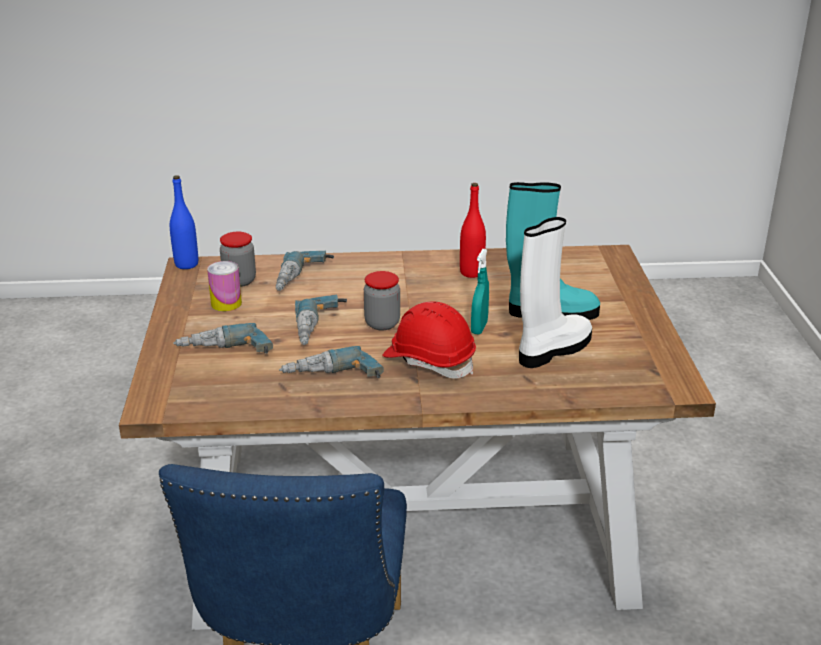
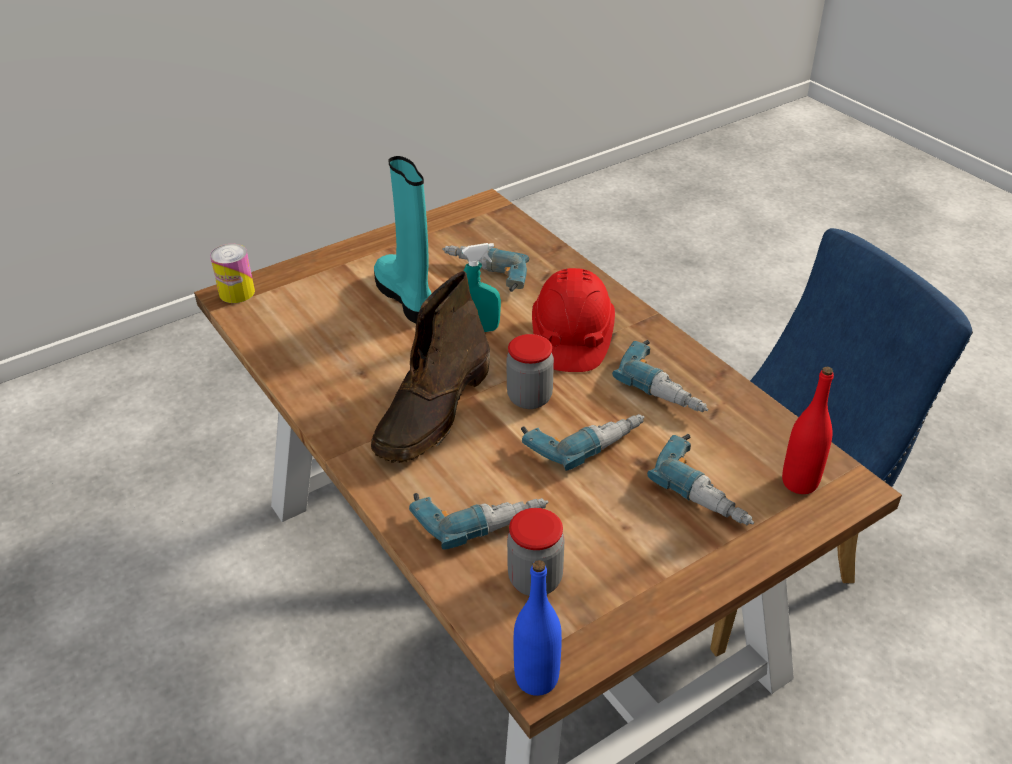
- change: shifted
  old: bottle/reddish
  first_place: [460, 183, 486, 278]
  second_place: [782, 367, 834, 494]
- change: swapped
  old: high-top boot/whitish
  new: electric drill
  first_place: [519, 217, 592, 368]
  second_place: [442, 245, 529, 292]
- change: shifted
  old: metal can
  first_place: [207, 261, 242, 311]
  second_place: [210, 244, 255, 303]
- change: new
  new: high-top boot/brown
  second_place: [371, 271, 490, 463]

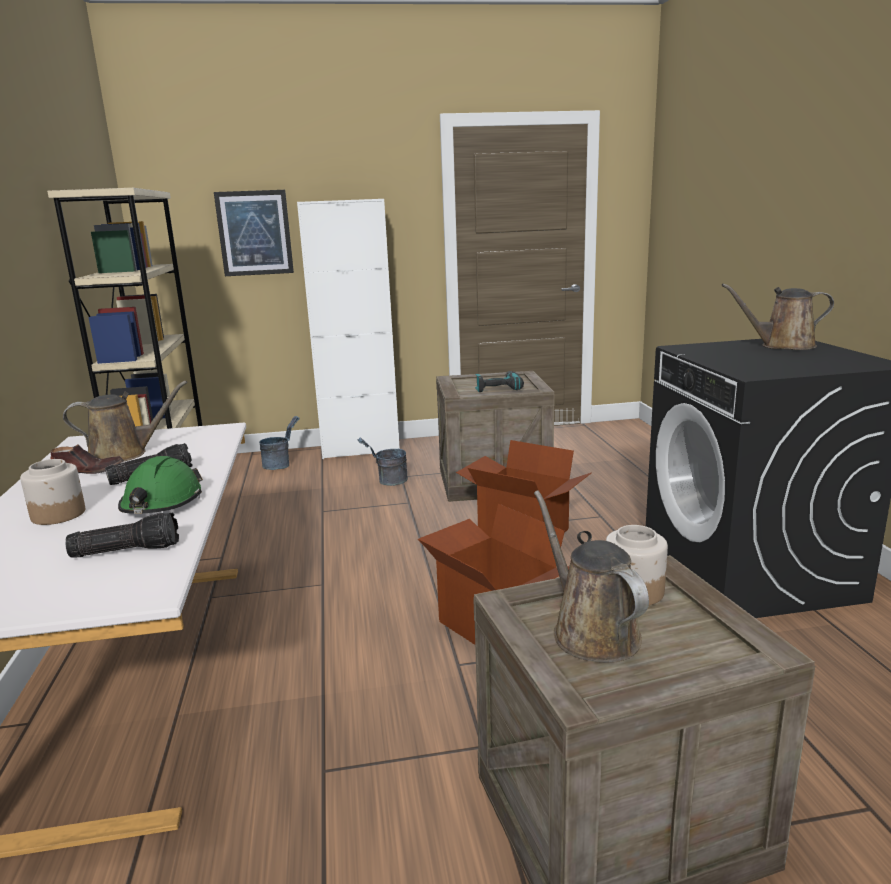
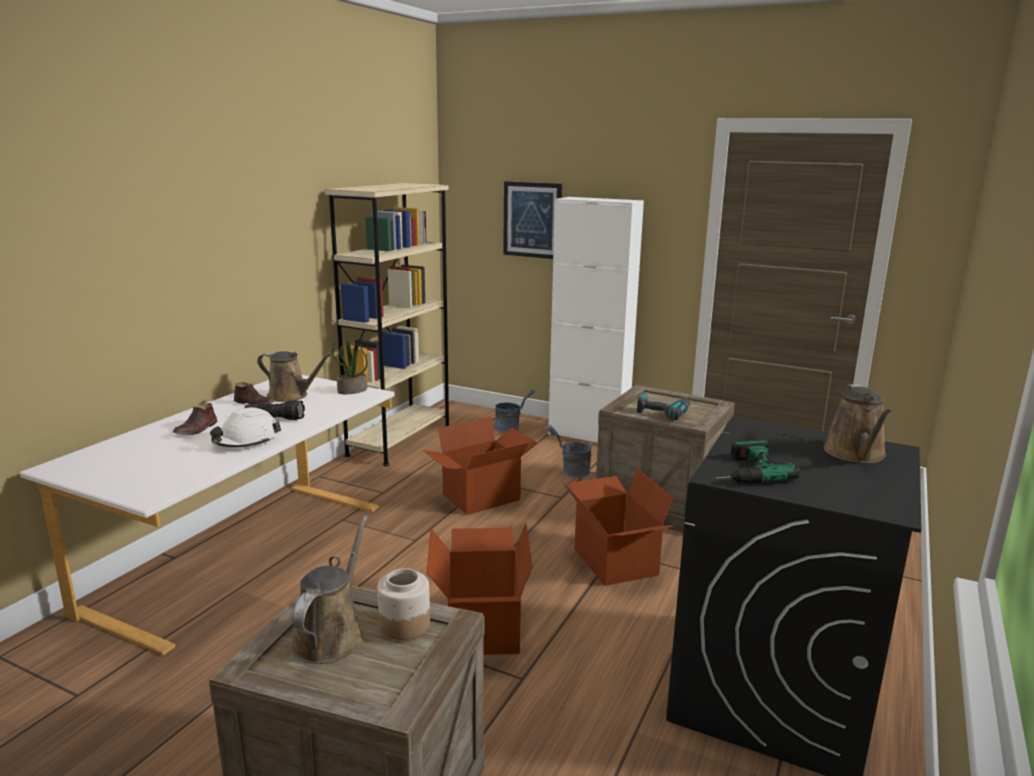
- change: rotated
  old: watering can/brown
  first_place: [721, 284, 834, 350]
  second_place: [824, 384, 891, 463]
  degrees: -120
- change: repainted
  old: work helmet/greenish
  new: work helmet/whitish
  first_place: [118, 456, 203, 514]
  second_place: [210, 408, 281, 447]
- change: swapped
  old: storage jar
  new: low shoe/brown
  first_place: [20, 459, 85, 525]
  second_place: [173, 403, 218, 435]
- change: gone
  old: torch
  first_place: [65, 513, 179, 558]
- change: new
  new: potted plant
  second_place: [332, 337, 368, 394]
- change: new
  new: packing box
  second_place: [423, 417, 537, 515]
- change: new
  new: electric drill
  second_place: [716, 440, 800, 483]

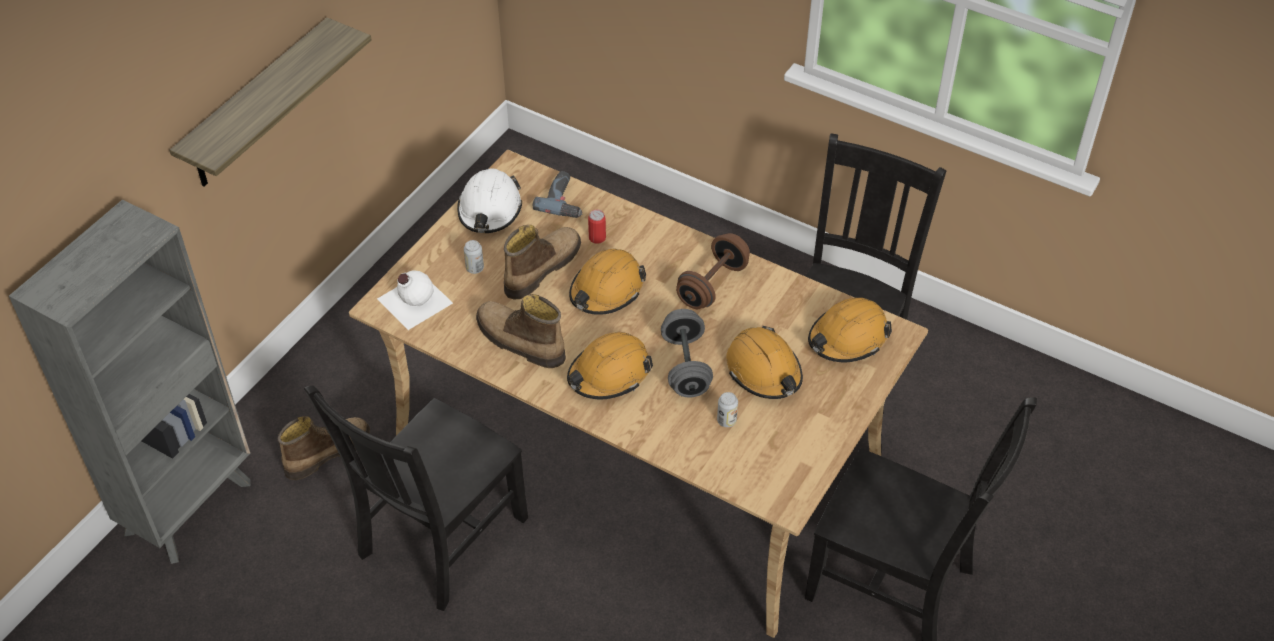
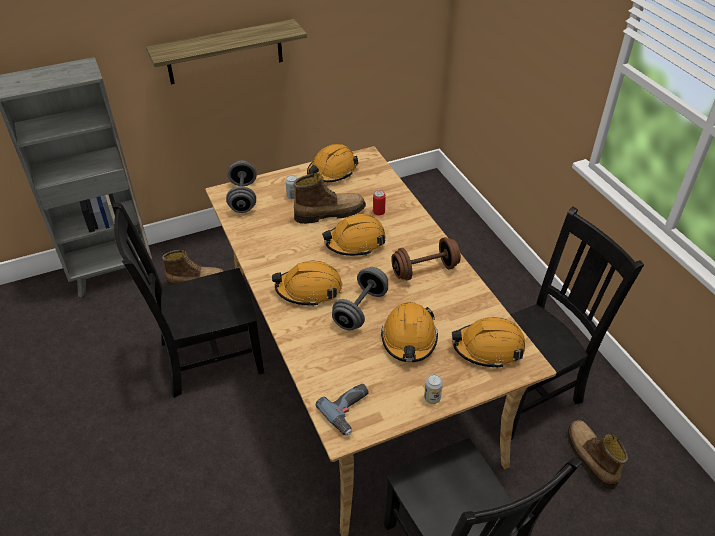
- change: repainted
  old: work helmet/whitish
  new: work helmet/orangey
  first_place: [457, 168, 522, 233]
  second_place: [307, 144, 359, 182]
- change: shifted
  old: electric drill
  first_place: [533, 171, 583, 218]
  second_place: [316, 384, 369, 436]
- change: swapped
  old: bottle/whitish
  new: free weight/gray
  first_place: [377, 270, 453, 330]
  second_place: [226, 160, 256, 213]
- change: shifted
  old: high-top boot
  first_place: [476, 294, 566, 368]
  second_place: [568, 420, 628, 489]
- change: shifted
  old: metal can
  first_place: [717, 392, 738, 427]
  second_place: [424, 374, 443, 404]

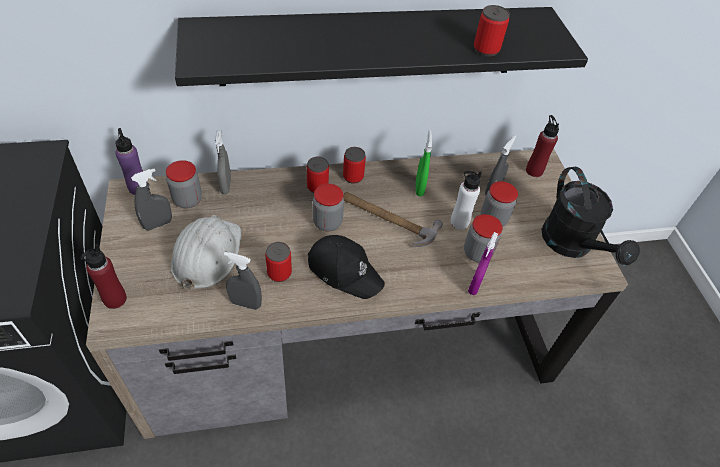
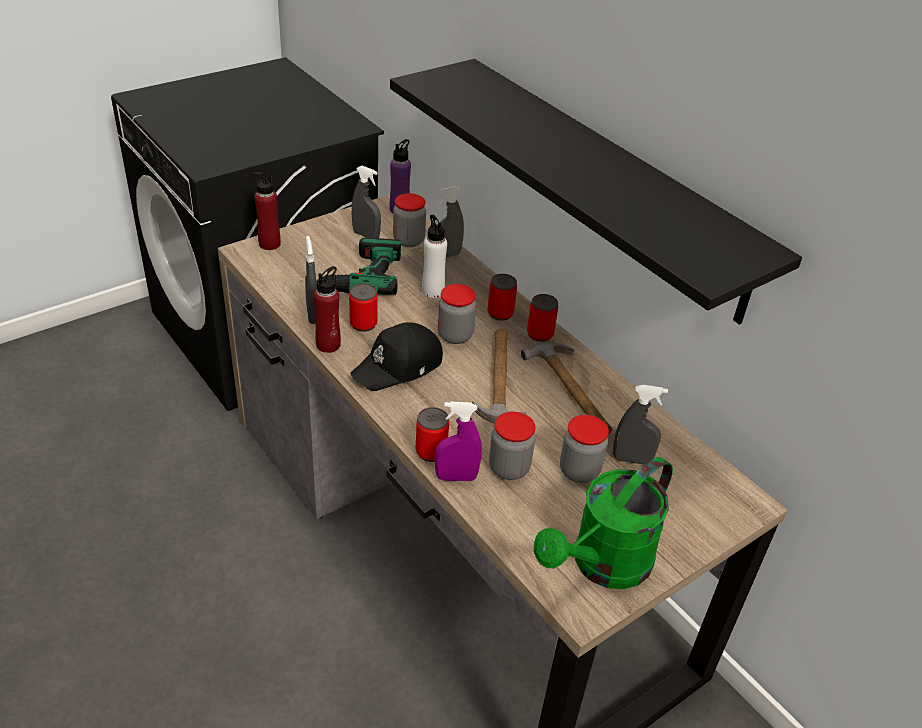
- change: shifted
  old: metal can
  first_place: [474, 5, 510, 56]
  second_place: [416, 407, 449, 462]
- change: shifted
  old: bottle/reddish
  first_place: [526, 115, 559, 177]
  second_place: [314, 266, 341, 353]
- change: swapped
  old: sprayer/greenish
  new: hand hammer
  first_place: [416, 130, 432, 196]
  second_place: [521, 342, 612, 434]
- change: repainted
  old: watering can/black
  new: watering can/greenish
  first_place: [542, 167, 640, 265]
  second_place: [534, 457, 673, 589]
- change: shifted
  old: bottle/whitish
  first_place: [450, 171, 482, 230]
  second_place: [422, 215, 447, 298]
- change: swapped
  old: work helmet/whitish
  new: electric drill
  first_place: [171, 215, 242, 291]
  second_place: [300, 237, 401, 295]
- change: rotated
  old: baseball cap/black
  first_place: [308, 235, 385, 299]
  second_place: [350, 322, 443, 391]
  degrees: 45

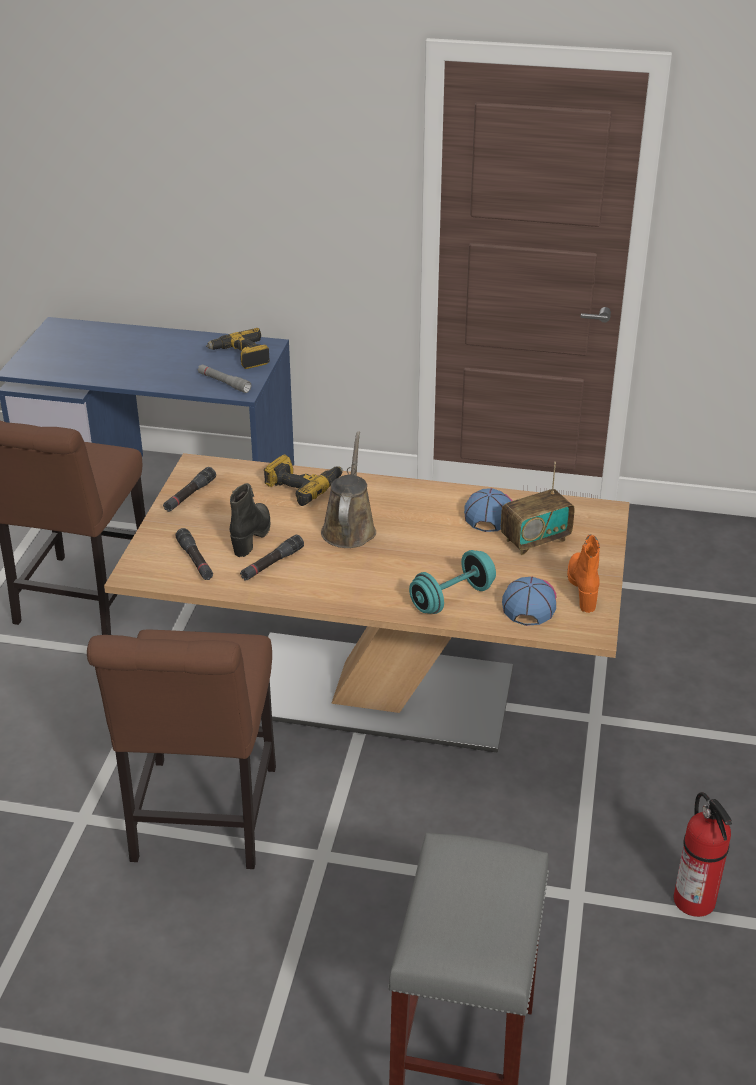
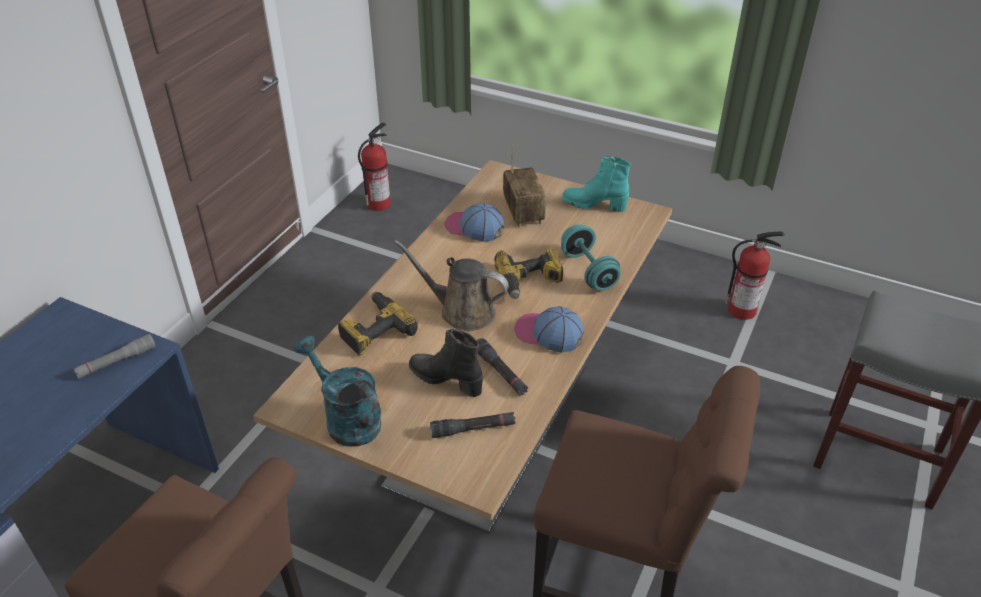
- change: shifted
  old: electric drill
  first_place: [206, 328, 270, 369]
  second_place: [494, 248, 563, 299]
- change: swapped
  old: torch/black
  new: watering can/turquoise-coloured
  first_place: [163, 467, 216, 512]
  second_place: [294, 336, 381, 447]
- change: repainted
  old: high-top boot/orangey
  new: high-top boot/turquoise-coloured
  first_place: [567, 534, 600, 613]
  second_place: [562, 156, 631, 212]
- change: shifted
  old: baseball cap
  first_place: [502, 577, 556, 626]
  second_place: [514, 306, 584, 353]
- change: new
  new: fire extinguisher
  second_place: [358, 123, 391, 211]

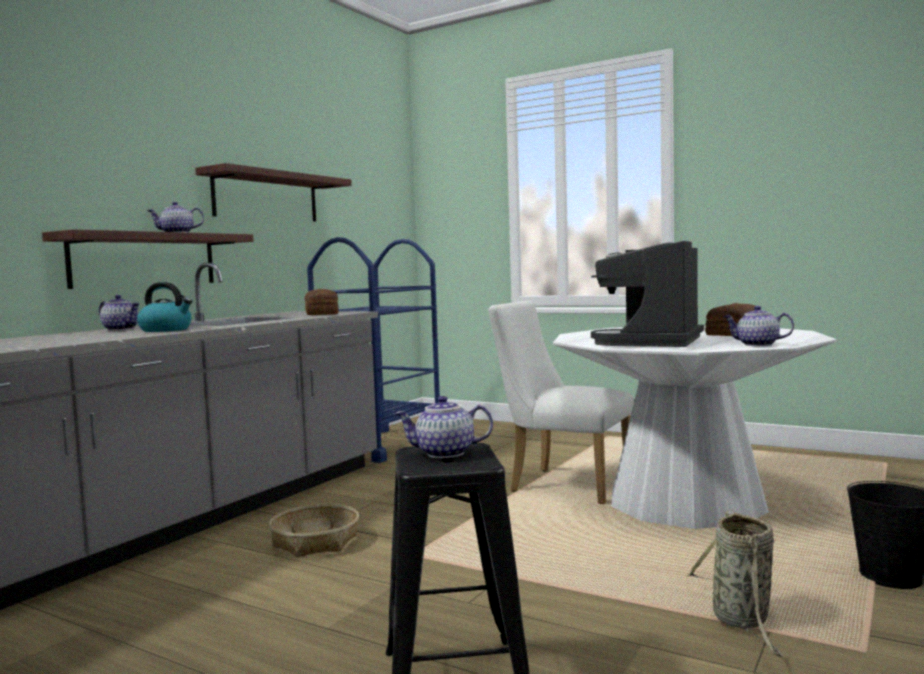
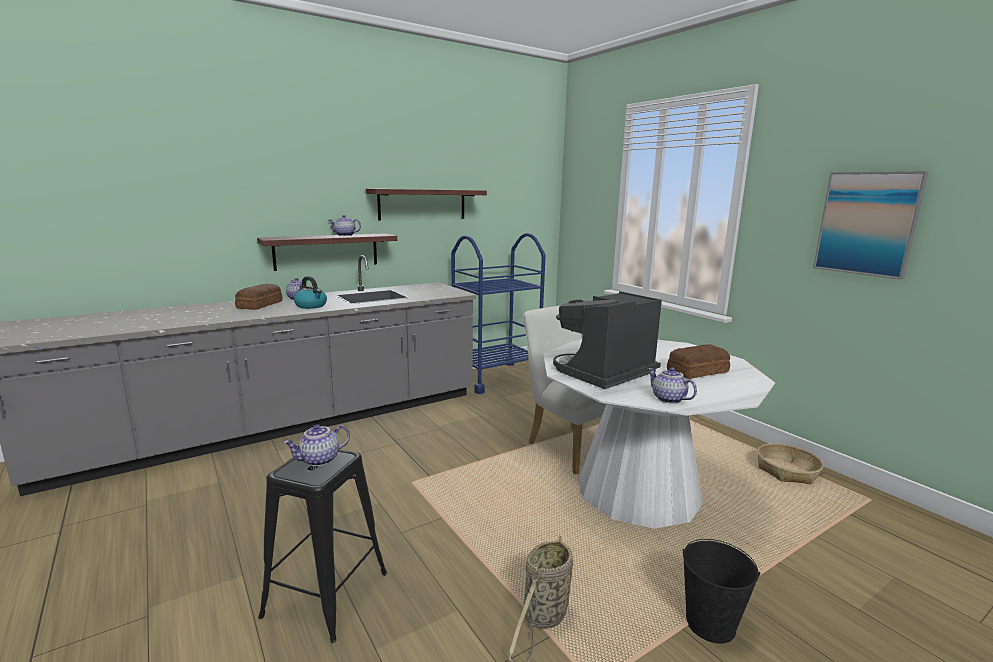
- change: shifted
  old: bakery bread
  first_place: [305, 289, 339, 315]
  second_place: [235, 284, 283, 310]
- change: rotated
  old: teapot
  first_place: [394, 396, 493, 458]
  second_place: [284, 424, 350, 466]
  degrees: -60
- change: shifted
  old: household basket
  first_place: [269, 504, 359, 557]
  second_place: [757, 443, 823, 484]
- change: new
  new: picture
  second_place: [813, 171, 929, 280]

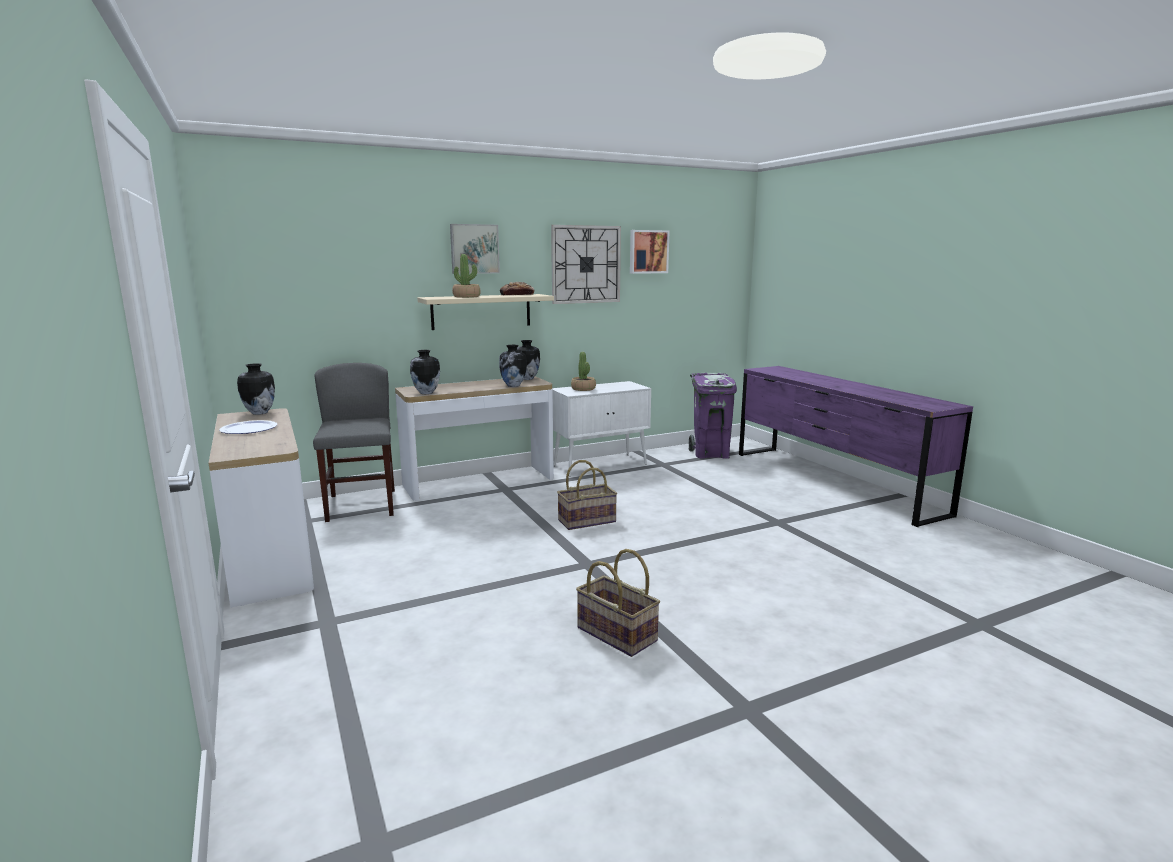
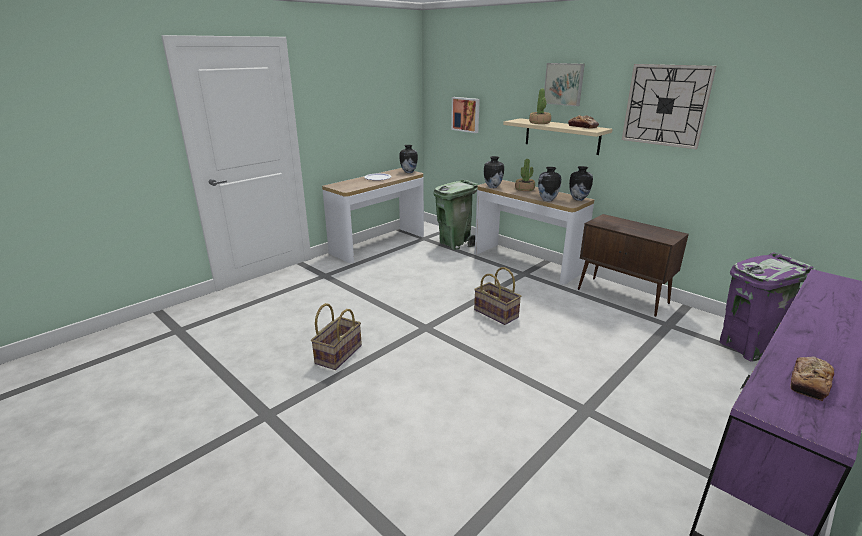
- change: shifted
  old: picture
  first_place: [630, 230, 669, 274]
  second_place: [451, 97, 480, 133]
- change: shifted
  old: potted plant
  first_place: [571, 352, 596, 391]
  second_place: [515, 159, 535, 191]
- change: swapped
  old: upright chair/gray
  new: trash can/greenish
  first_place: [313, 363, 395, 522]
  second_place: [433, 180, 479, 250]
- change: repainted
  old: cabinet/whitish
  new: cabinet/brown
  first_place: [552, 381, 651, 477]
  second_place: [578, 214, 689, 317]
- change: new
  new: bakery bread
  second_place: [790, 357, 834, 401]

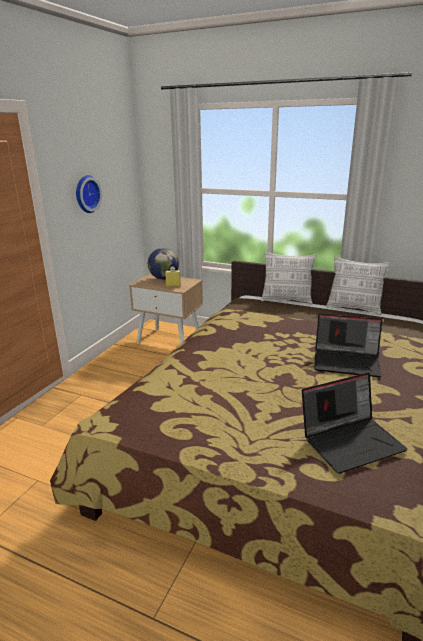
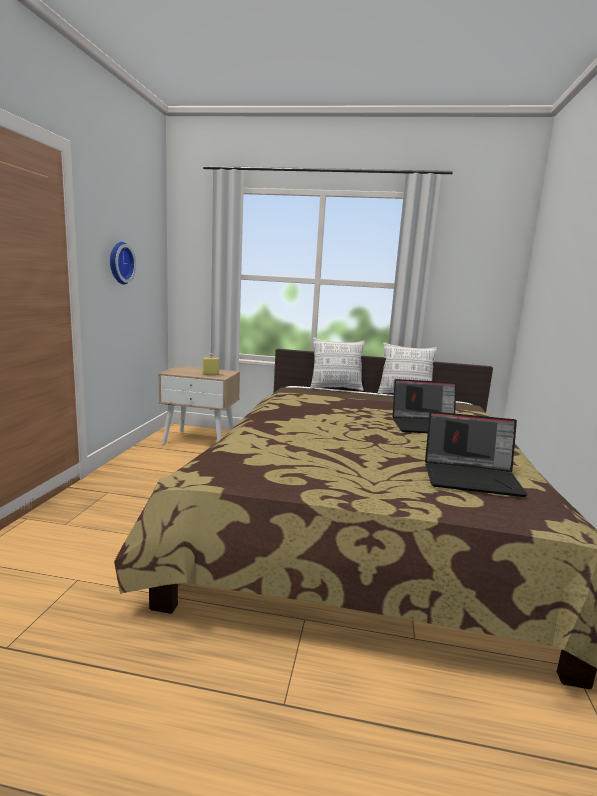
- change: gone
  old: globe
  first_place: [148, 248, 179, 280]
- change: rotated
  old: portable computer
  first_place: [302, 373, 408, 474]
  second_place: [425, 411, 528, 497]
  degrees: 45

